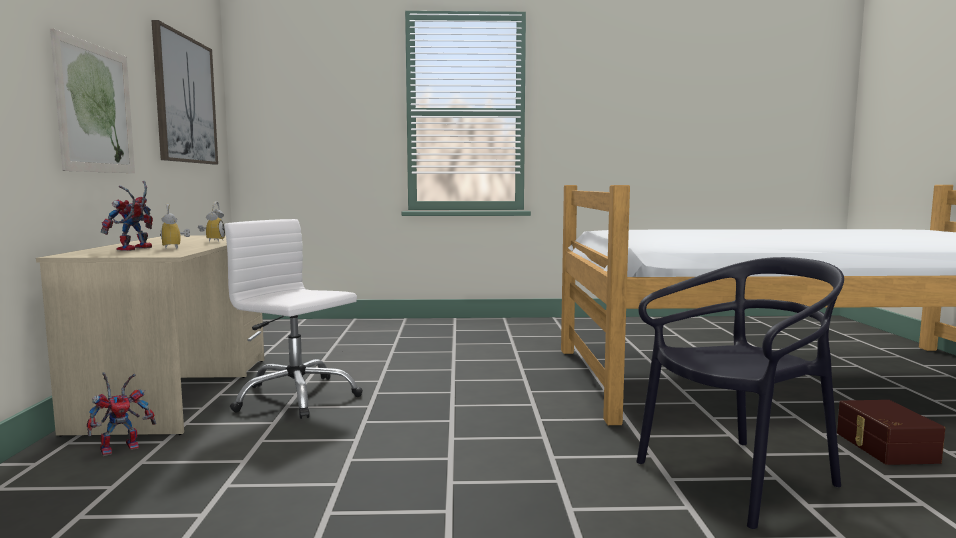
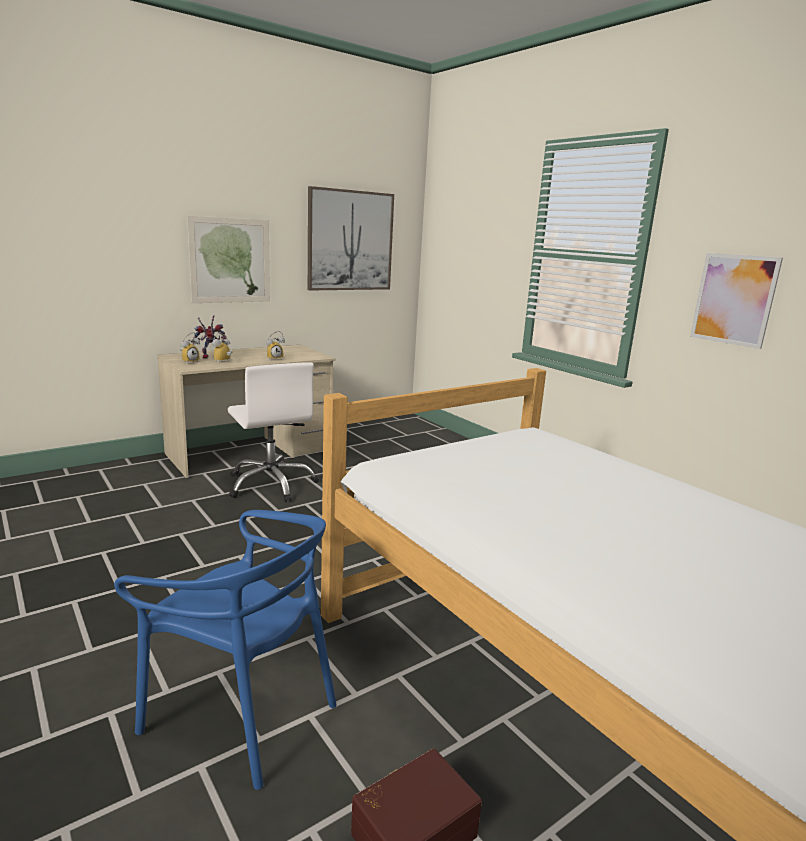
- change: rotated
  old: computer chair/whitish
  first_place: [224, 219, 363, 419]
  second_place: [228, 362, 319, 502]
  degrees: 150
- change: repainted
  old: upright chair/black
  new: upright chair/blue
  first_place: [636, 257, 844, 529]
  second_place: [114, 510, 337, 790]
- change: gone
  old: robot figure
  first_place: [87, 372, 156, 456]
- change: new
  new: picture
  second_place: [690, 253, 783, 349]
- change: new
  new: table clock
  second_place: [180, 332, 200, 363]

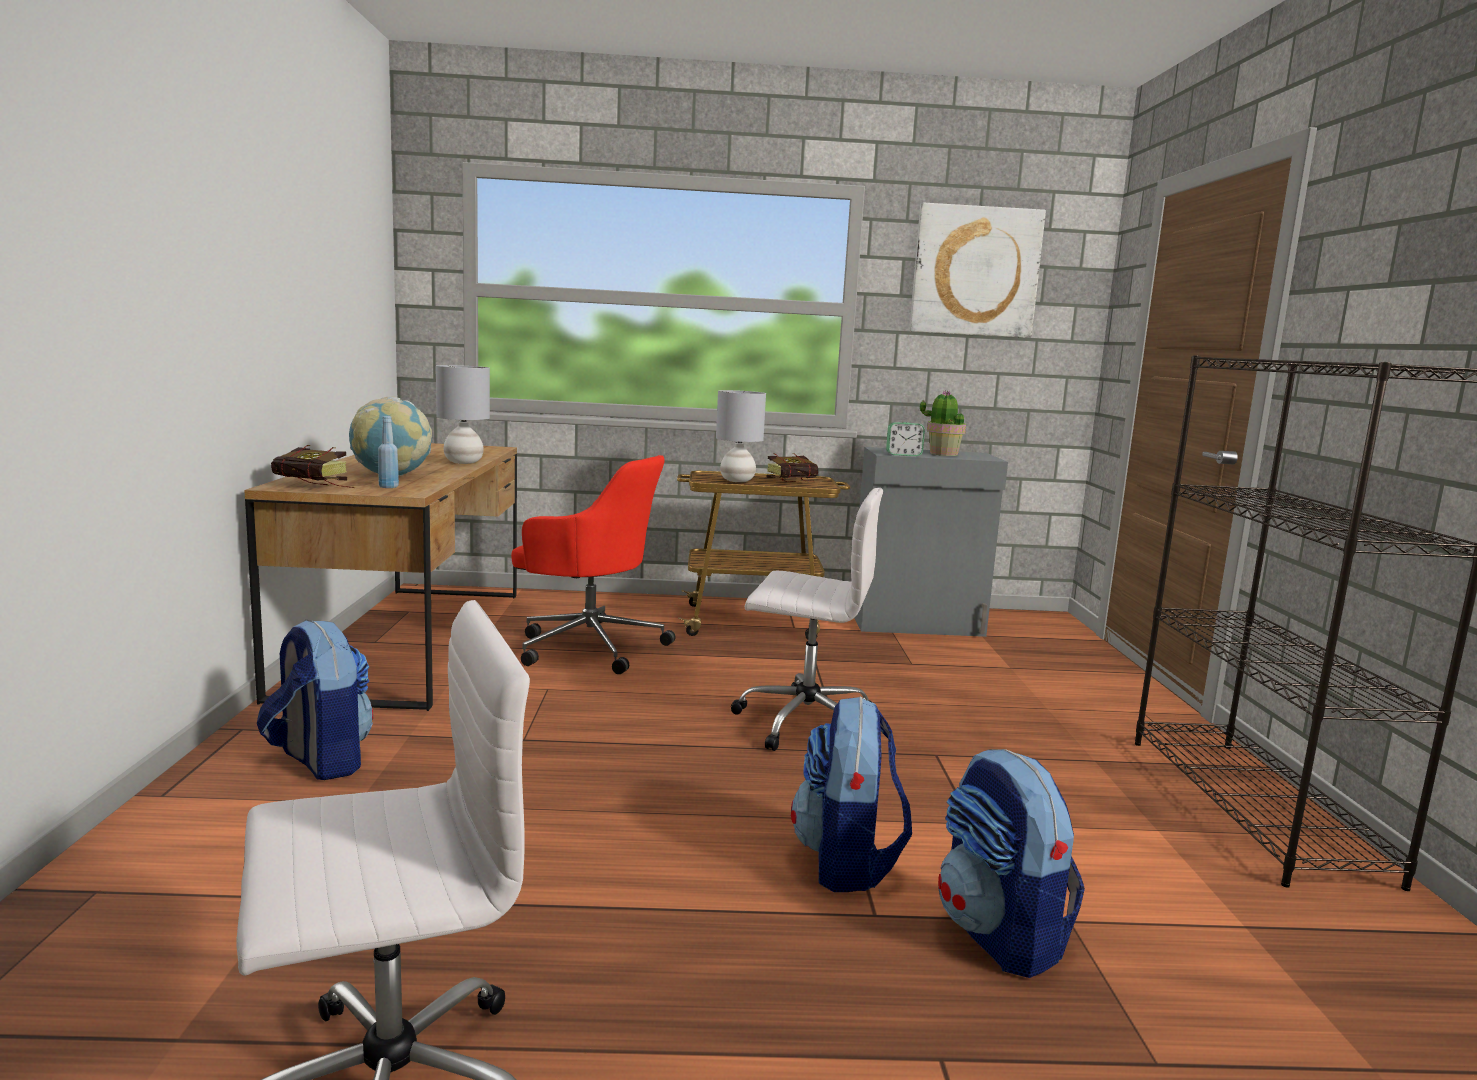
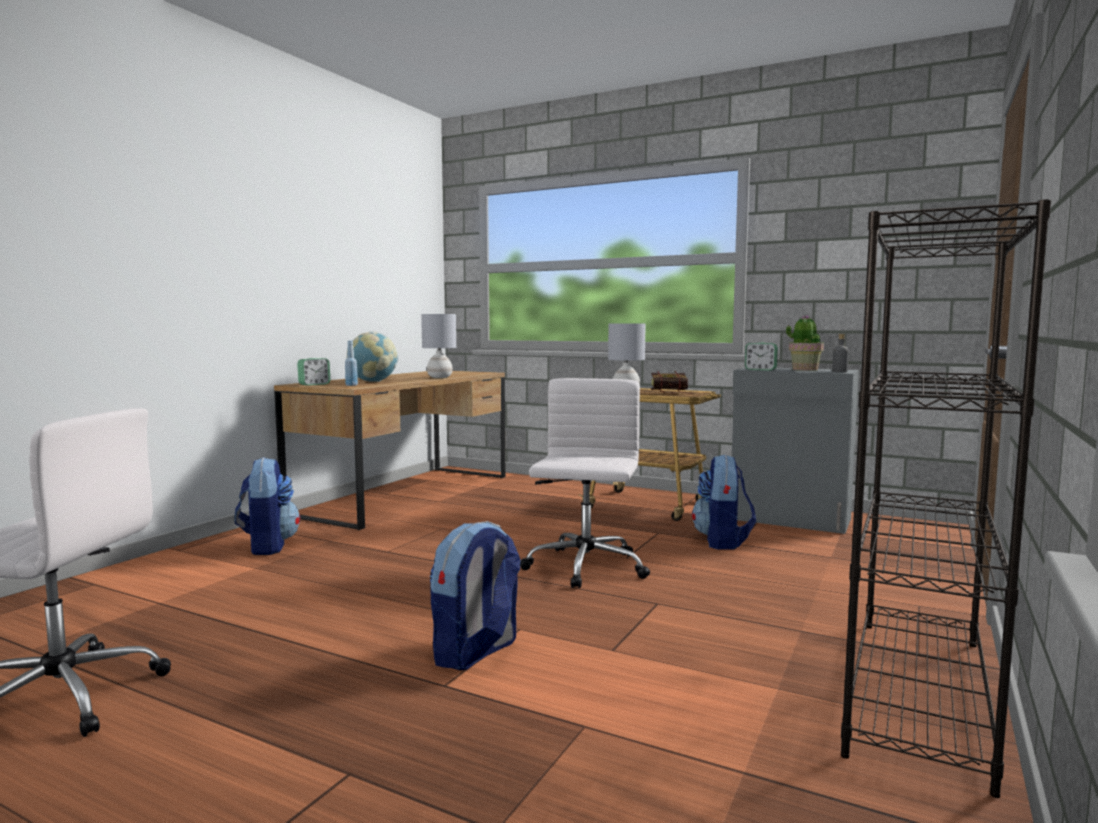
- change: gone
  old: picture
  first_place: [909, 203, 1046, 338]
- change: swapped
  old: bound book
  new: table clock
  first_place: [271, 445, 354, 488]
  second_place: [297, 358, 330, 386]
- change: gone
  old: computer chair/reddish
  first_place: [511, 455, 676, 674]
- change: rotated
  old: computer chair/whitish
  first_place: [731, 488, 883, 751]
  second_place: [520, 378, 650, 588]
  degrees: -120
- change: shifted
  old: rucksack
  first_place: [938, 749, 1085, 978]
  second_place: [692, 454, 756, 550]
- change: new
  new: bottle/gray
  second_place: [832, 334, 849, 372]

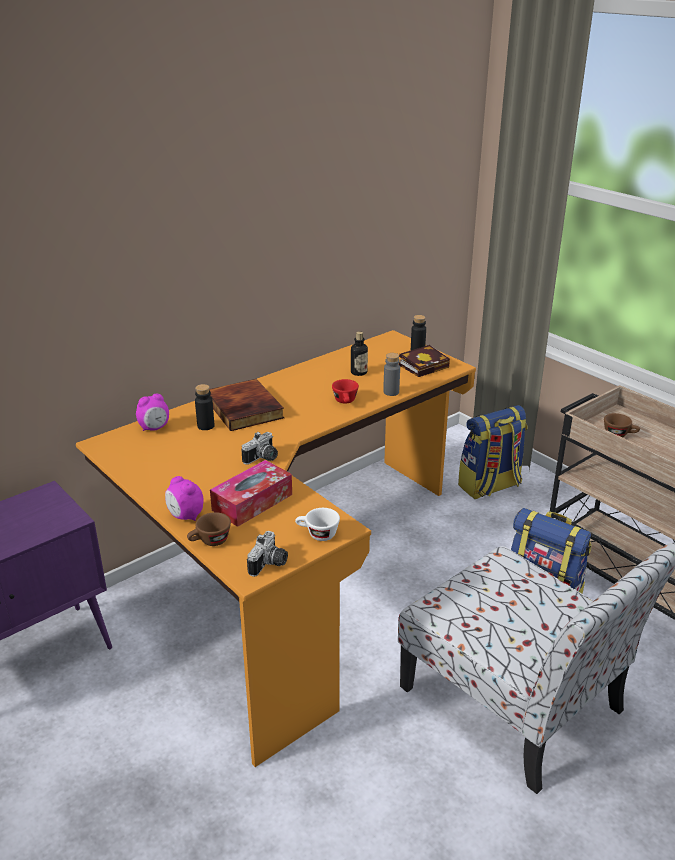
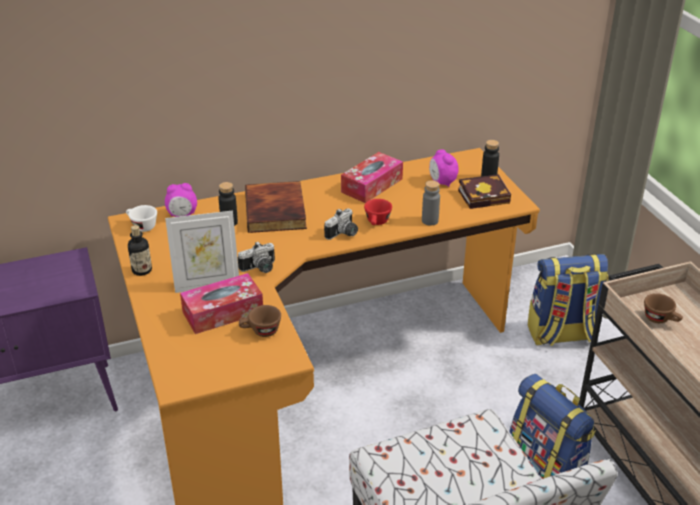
- change: shifted
  old: bottle
  first_place: [351, 331, 368, 376]
  second_place: [128, 225, 152, 276]
- change: shifted
  old: table clock
  first_place: [165, 476, 204, 521]
  second_place: [429, 149, 458, 187]
- change: shifted
  old: cup/whitish
  first_place: [295, 508, 340, 541]
  second_place: [126, 205, 157, 232]
- change: shifted
  old: cup/brown
  first_place: [187, 512, 231, 546]
  second_place: [239, 305, 281, 337]
- change: shifted
  old: photo camera
  first_place: [247, 531, 288, 577]
  second_place: [324, 209, 358, 240]
- change: new
  new: tissue holder
  second_place: [341, 152, 403, 203]
- change: new
  new: standing frame
  second_place: [165, 211, 239, 293]

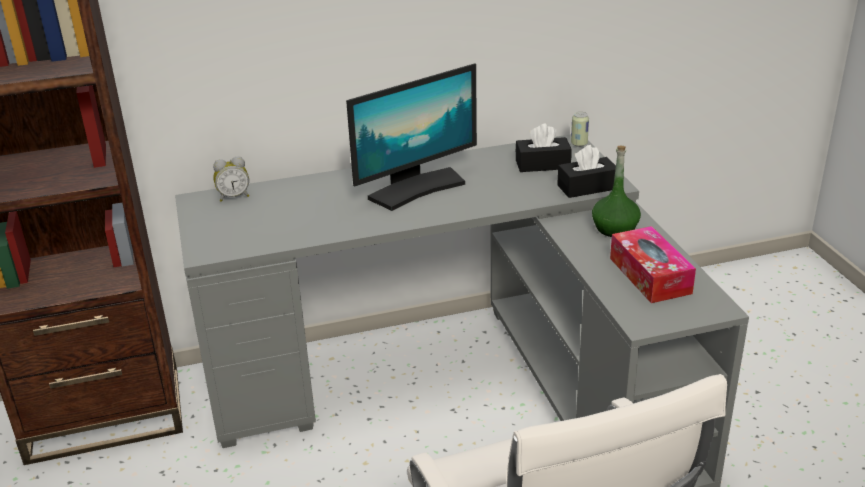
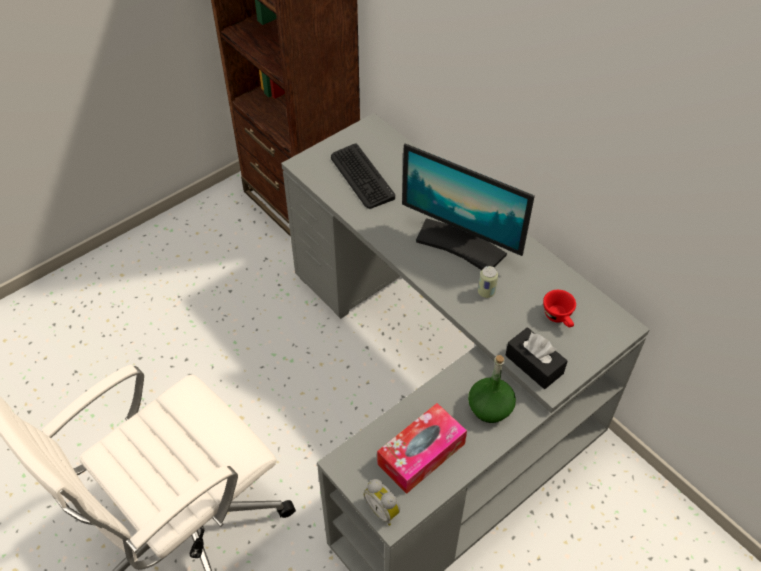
- change: shifted
  old: metal can
  first_place: [571, 112, 589, 147]
  second_place: [478, 266, 498, 298]
- change: swapped
  old: tissue holder/black
  new: cup/reddish
  first_place: [516, 124, 572, 172]
  second_place: [543, 290, 576, 327]
- change: shifted
  old: table clock
  first_place: [213, 157, 249, 202]
  second_place: [364, 479, 400, 526]
- change: new
  new: computer keyboard
  second_place: [331, 143, 395, 209]

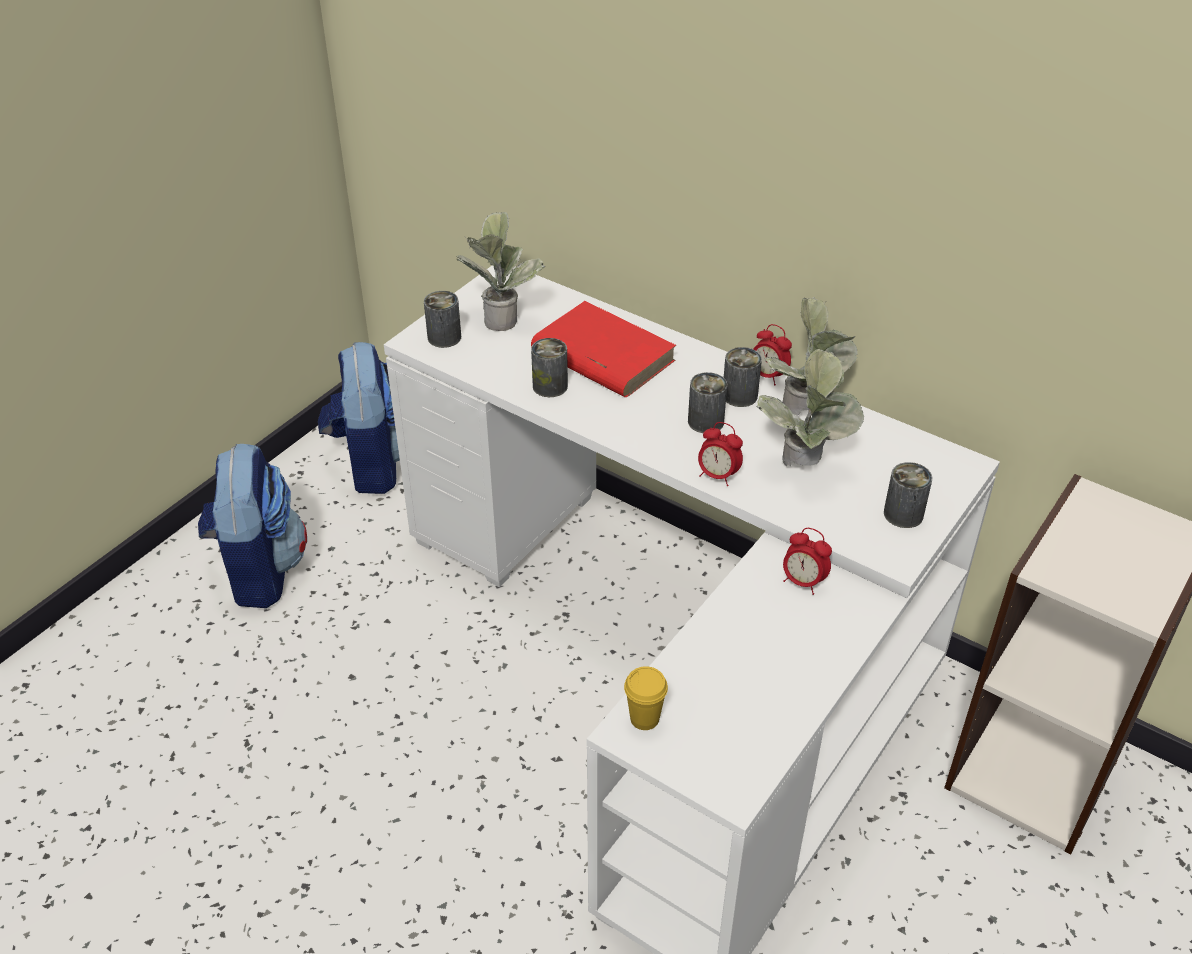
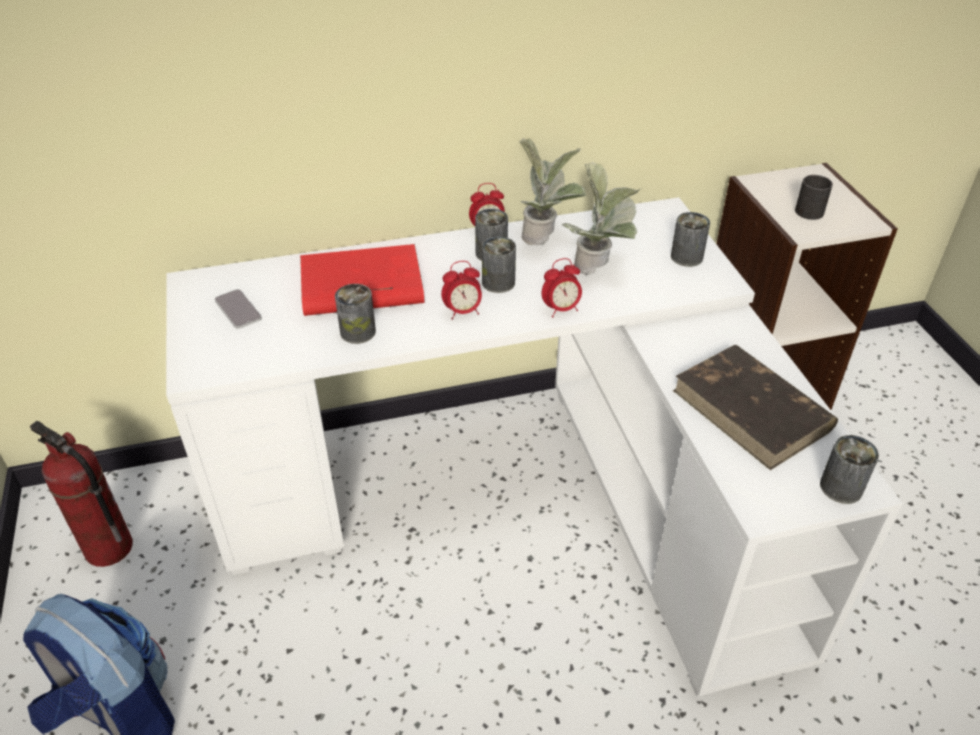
- change: swapped
  old: potted plant
  new: handset
  first_place: [457, 212, 545, 331]
  second_place: [215, 289, 262, 329]
- change: shifted
  old: metal can
  first_place: [424, 291, 461, 348]
  second_place: [820, 435, 879, 504]
- change: swapped
  old: rucksack
  new: fire extinguisher
  first_place: [318, 342, 400, 494]
  second_place: [30, 421, 133, 567]
- change: shifted
  old: table clock
  first_place: [783, 528, 832, 595]
  second_place: [441, 261, 482, 320]
- change: gone
  old: cup/yellow-coloured
  first_place: [624, 666, 668, 730]
- change: new
  new: coffee mug/black
  second_place: [795, 175, 833, 220]
- change: new
  new: bound book/brown
  second_place: [673, 345, 838, 470]

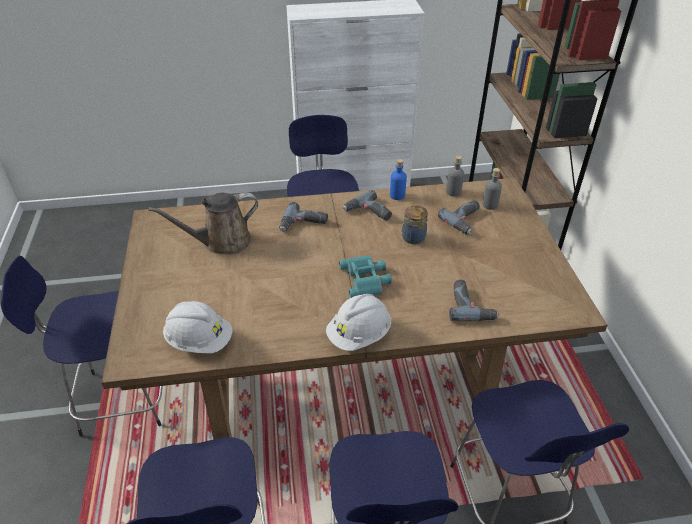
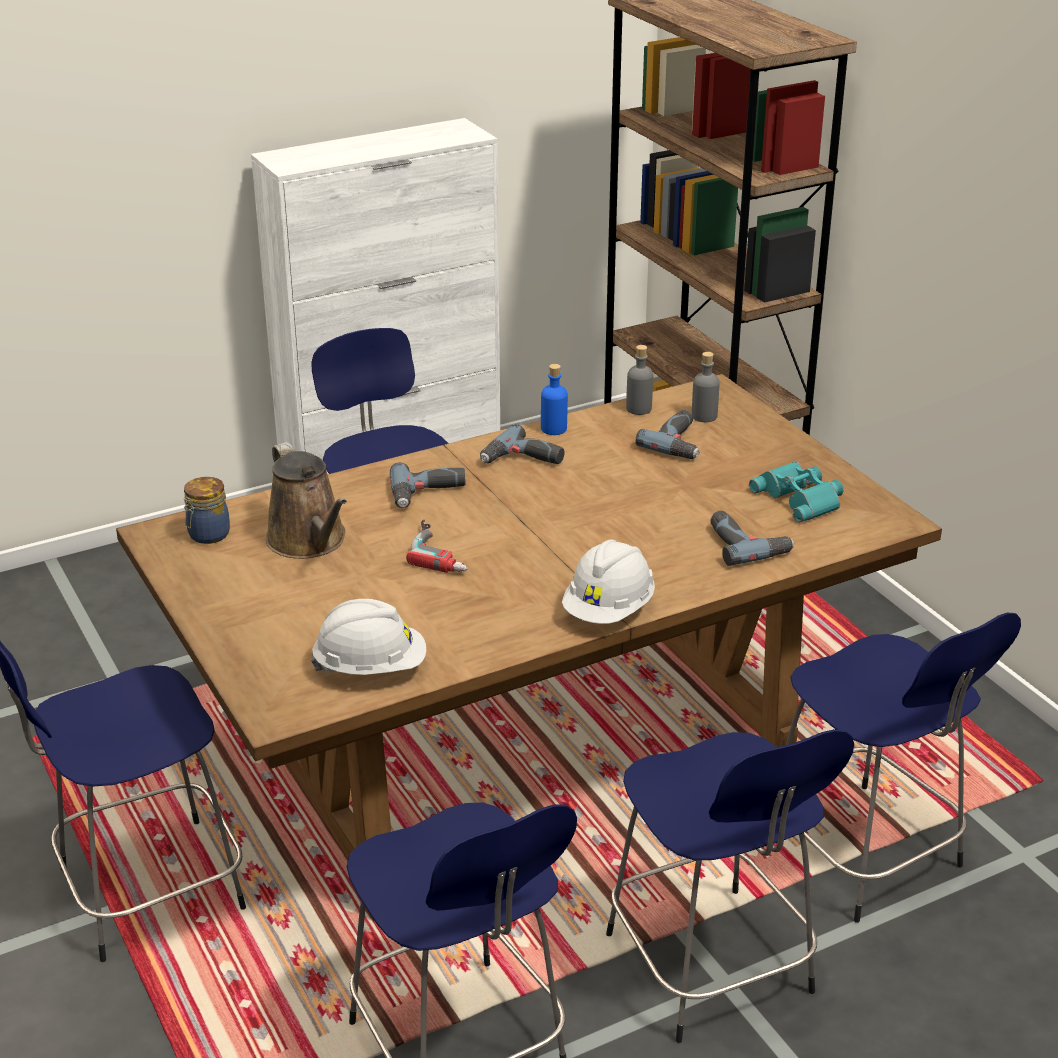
- change: rotated
  old: watering can/brown
  first_place: [148, 192, 258, 254]
  second_place: [266, 442, 347, 559]
  degrees: -75
- change: shifted
  old: storage jar
  first_place: [401, 205, 428, 244]
  second_place: [184, 477, 230, 544]
- change: shifted
  old: field glasses/turquoise-coloured
  first_place: [339, 255, 392, 298]
  second_place: [749, 461, 844, 522]
- change: new
  new: electric drill
  second_place: [406, 519, 468, 573]

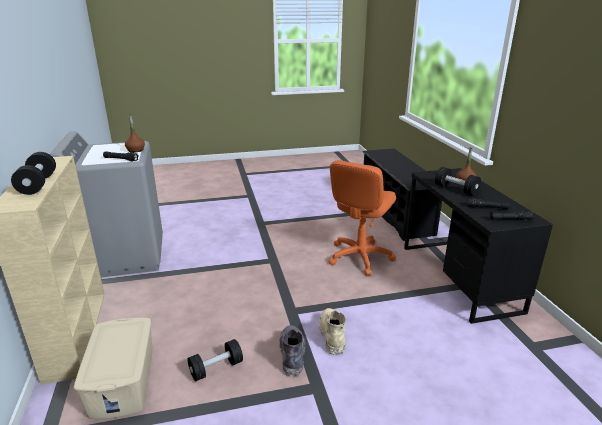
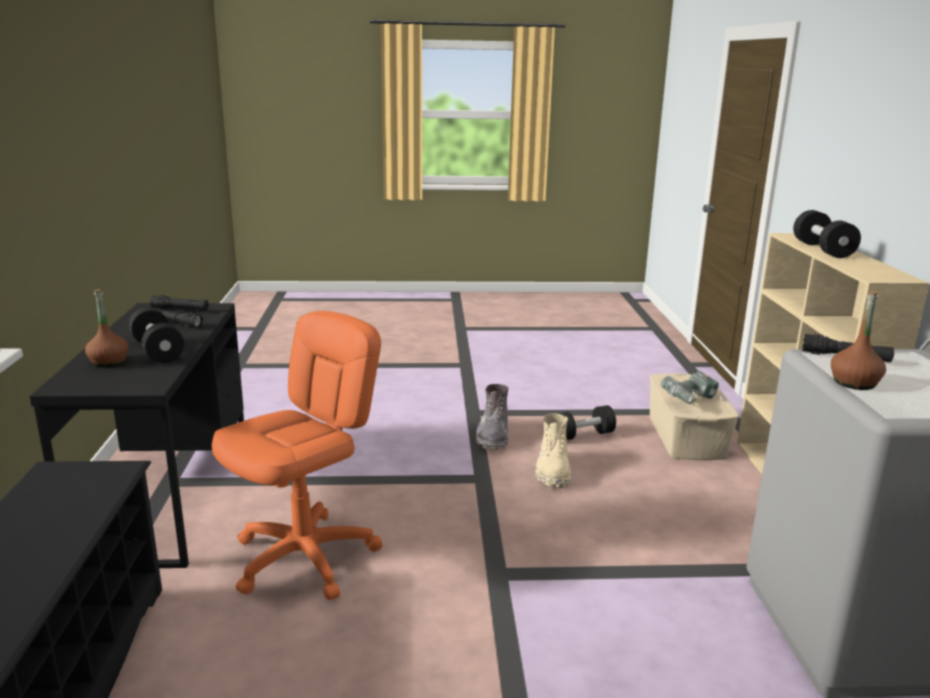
- change: shifted
  old: high-top boot/sand-coloured
  first_place: [319, 308, 346, 355]
  second_place: [535, 414, 571, 488]
- change: new
  new: electric drill
  second_place: [661, 371, 724, 406]

